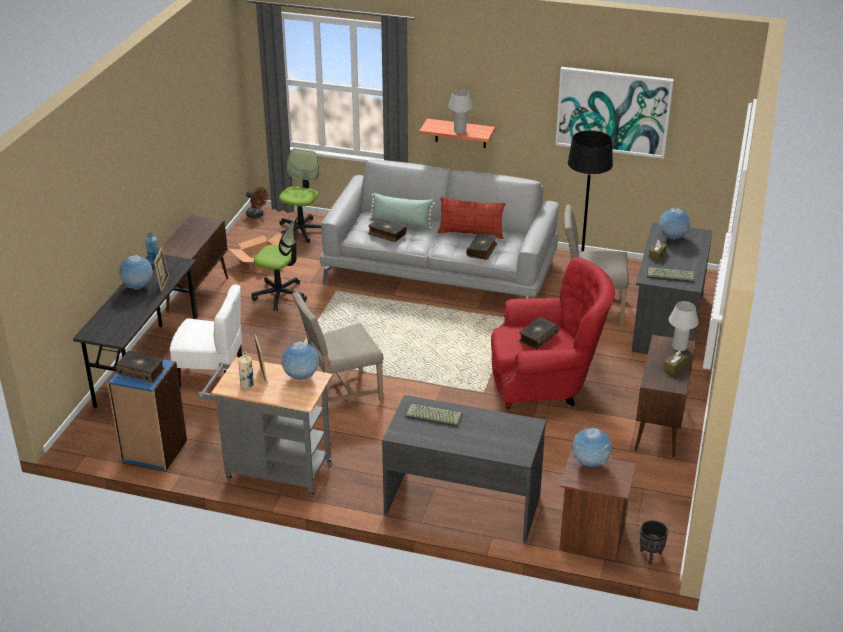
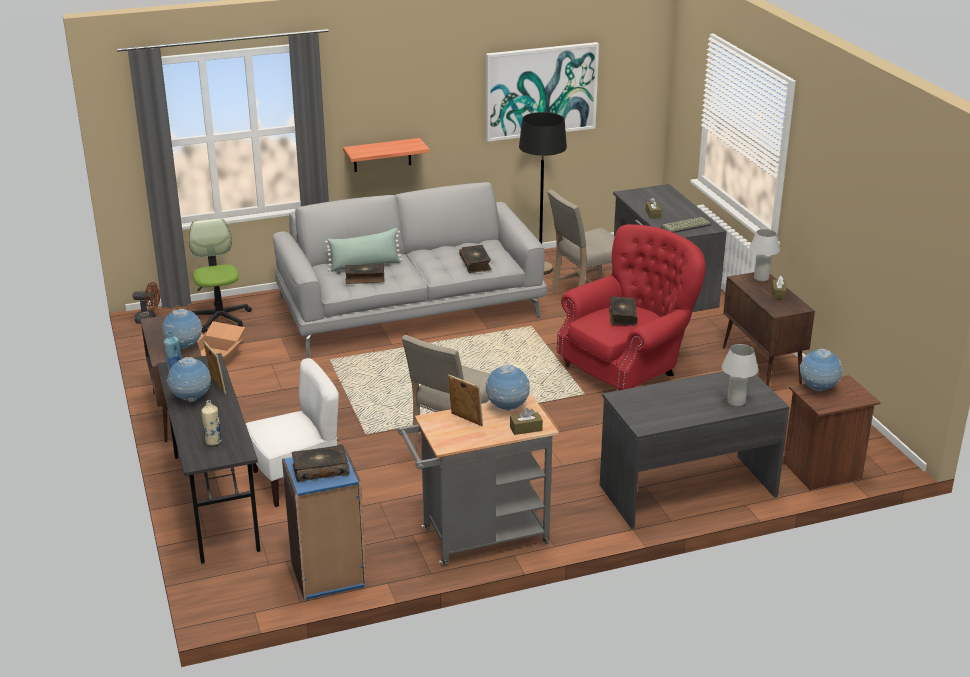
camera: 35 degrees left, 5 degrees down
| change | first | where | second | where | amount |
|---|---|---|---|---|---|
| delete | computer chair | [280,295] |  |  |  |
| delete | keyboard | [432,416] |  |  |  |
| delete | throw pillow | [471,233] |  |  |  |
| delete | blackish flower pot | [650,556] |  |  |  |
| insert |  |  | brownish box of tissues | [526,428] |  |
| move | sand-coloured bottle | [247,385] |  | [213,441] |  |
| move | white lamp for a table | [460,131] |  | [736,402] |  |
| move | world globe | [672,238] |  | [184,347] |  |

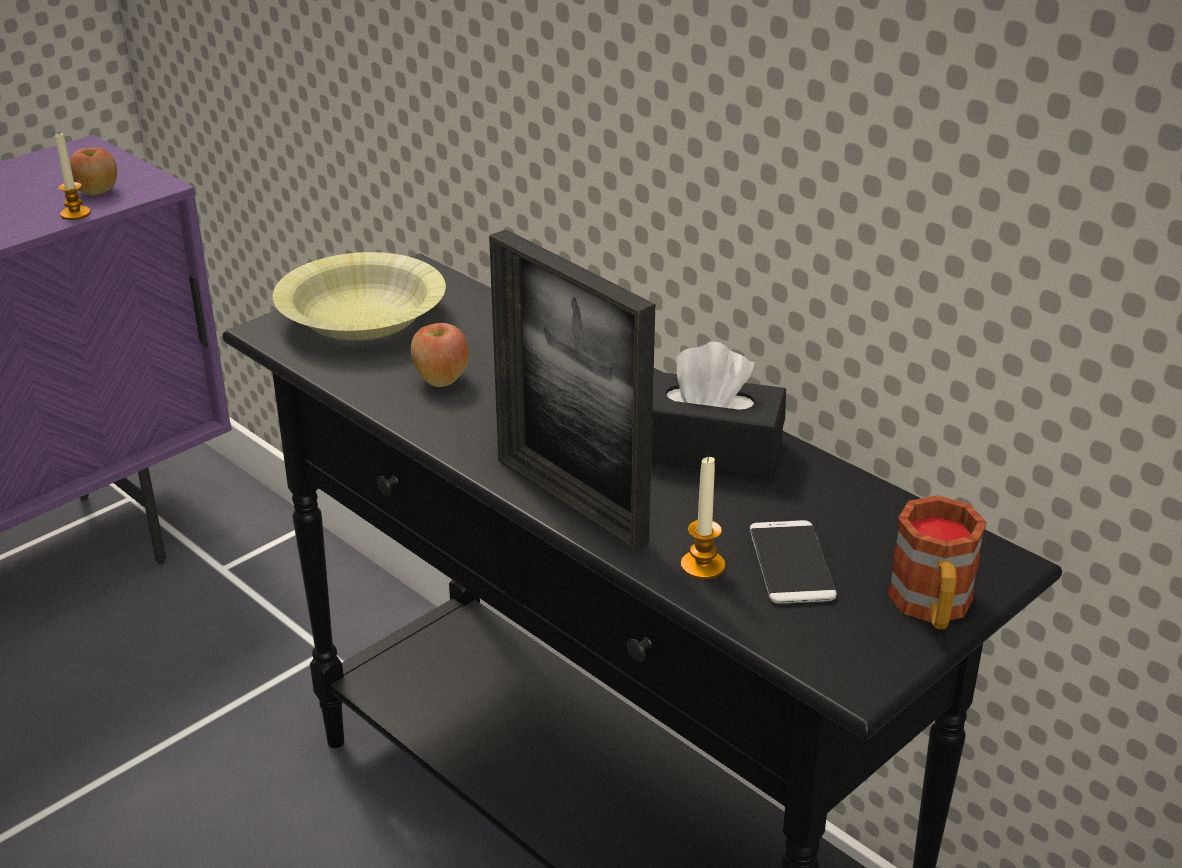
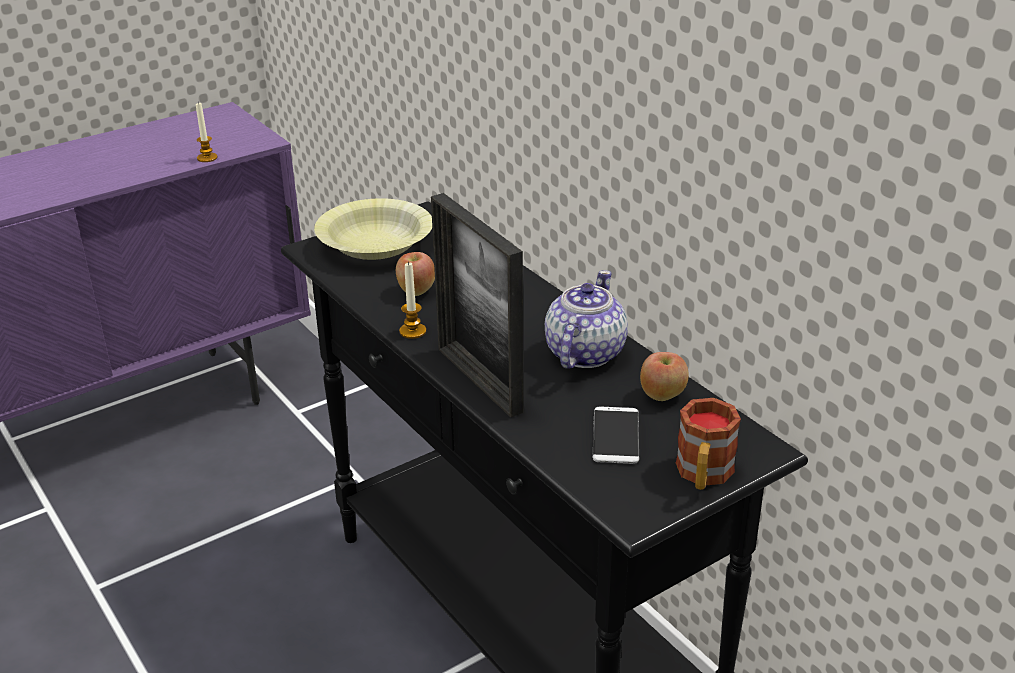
camera: 10 degrees right, 0 degrees up
| change | first | where | second | where | amount |
|---|---|---|---|---|---|
| move | apple | [97,192] |  | [662,396] |  |
| move | candle | [702,566] |  | [412,331] |  |
| replace | blackish box of tissues | [707,449] | tea pot | [583,353] |  |

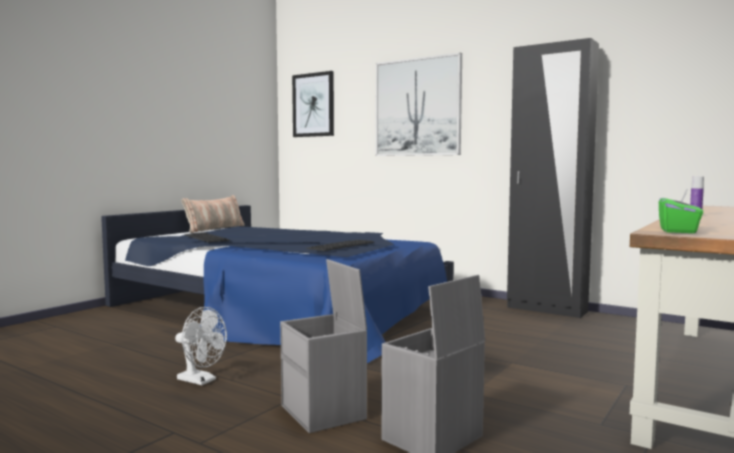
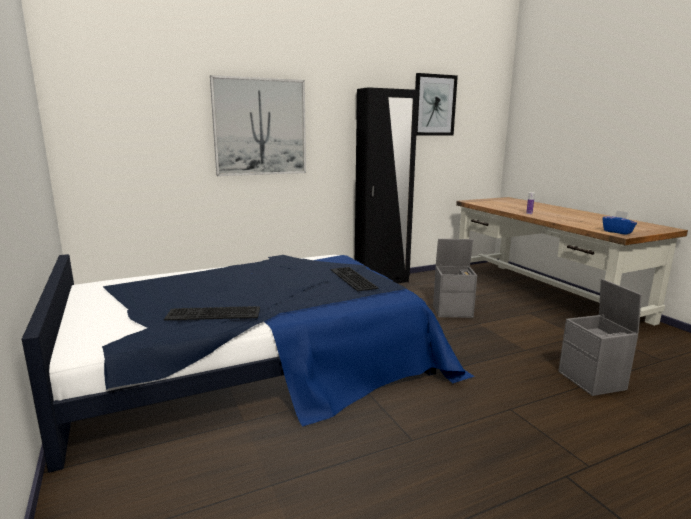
camera: 60 degrees left, 10 degrees up
| change | first | where | second | where | amount |
|---|---|---|---|---|---|
| delete | white electric fan | [201,380] |  |  |  |
| delete | throw pillow | [214,229] |  |  |  |
| move | gray storage box | [325,412] |  | [453,311] |  |
| move | wall art | [313,105] |  | [434,105] |  |
| recolor | green box of tissues | [678,231] | bluish box of tissues | [617,232] |  |

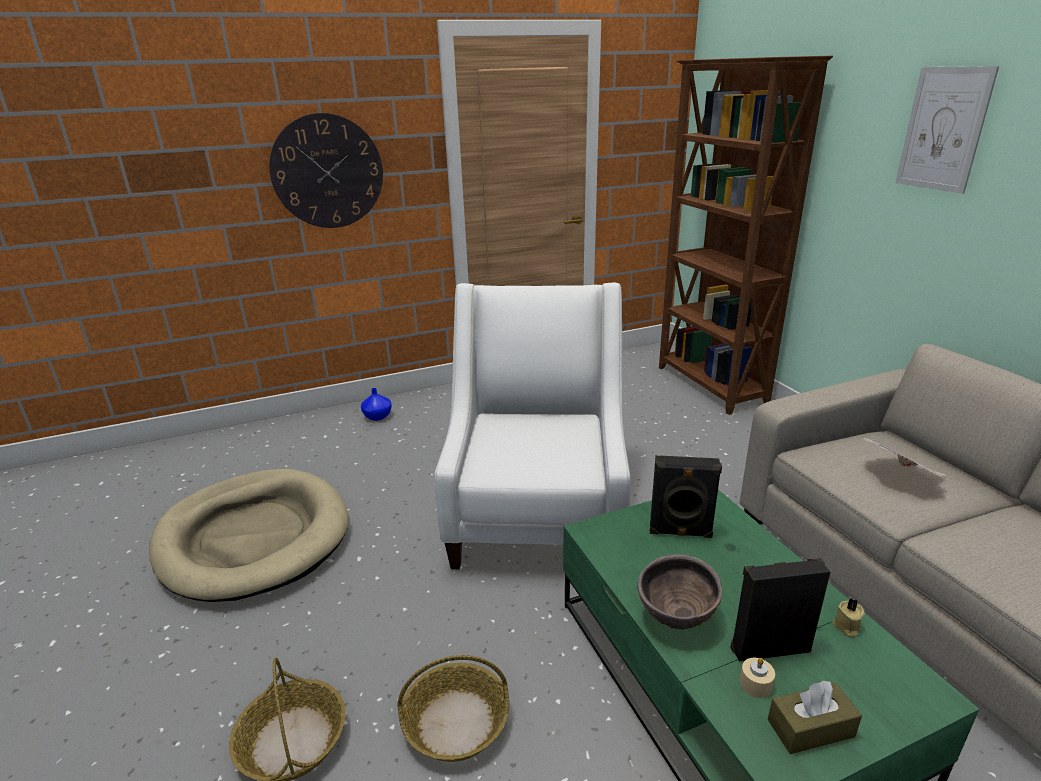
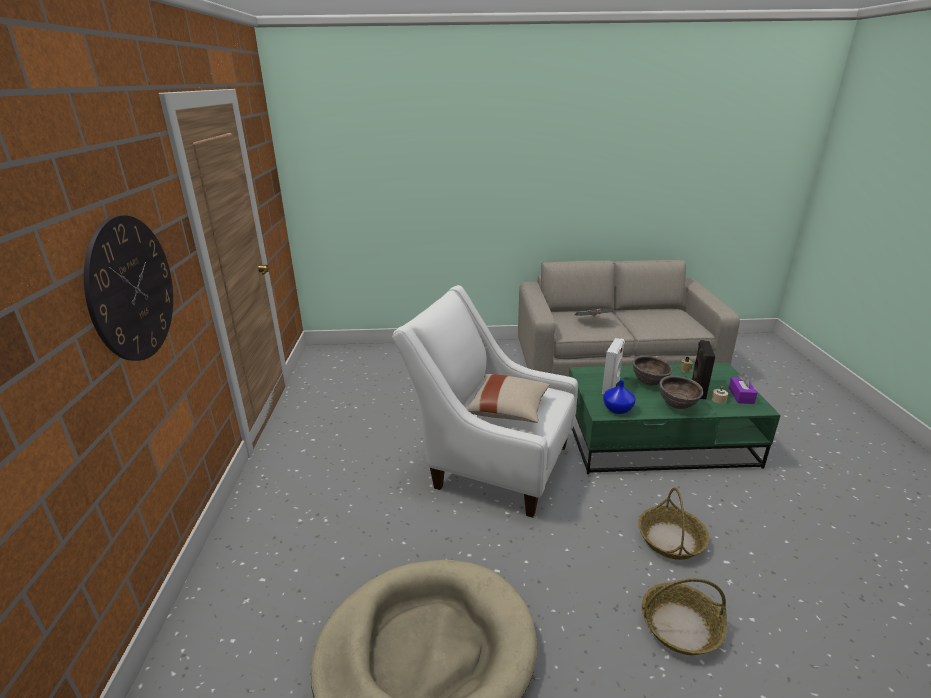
camera: 70 degrees left, 0 degrees up
| change | first | where | second | where | amount |
|---|---|---|---|---|---|
| delete | brownish shelving unit | [710,385] |  |  |  |
| delete | wall art | [943,129] |  |  |  |
| insert |  |  | sand-coloured throw pillow | [508,410] |  |
| insert |  |  | brownish bowl | [649,383] |  |
| move | bluish vase | [378,416] |  | [618,409] |  |
| recolor | blackish loudspeaker | [680,533] | white loudspeaker | [611,387] |  |
| recolor | brownish box of tissues | [810,728] | purple box of tissues | [741,395] |  |

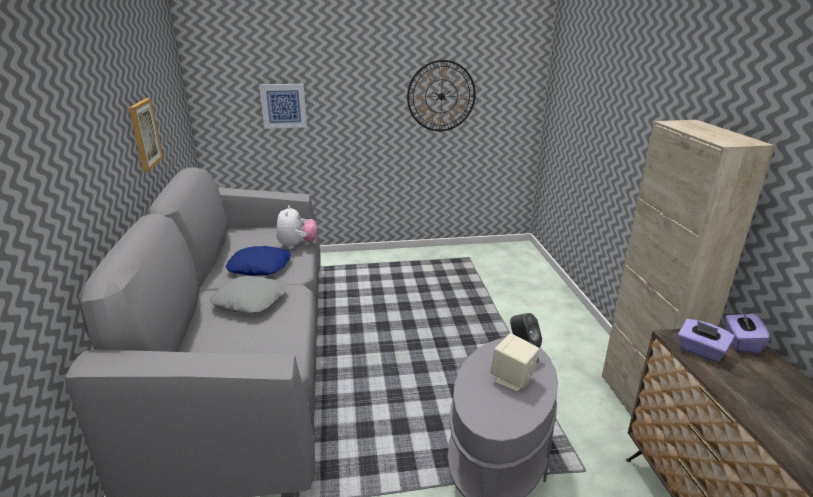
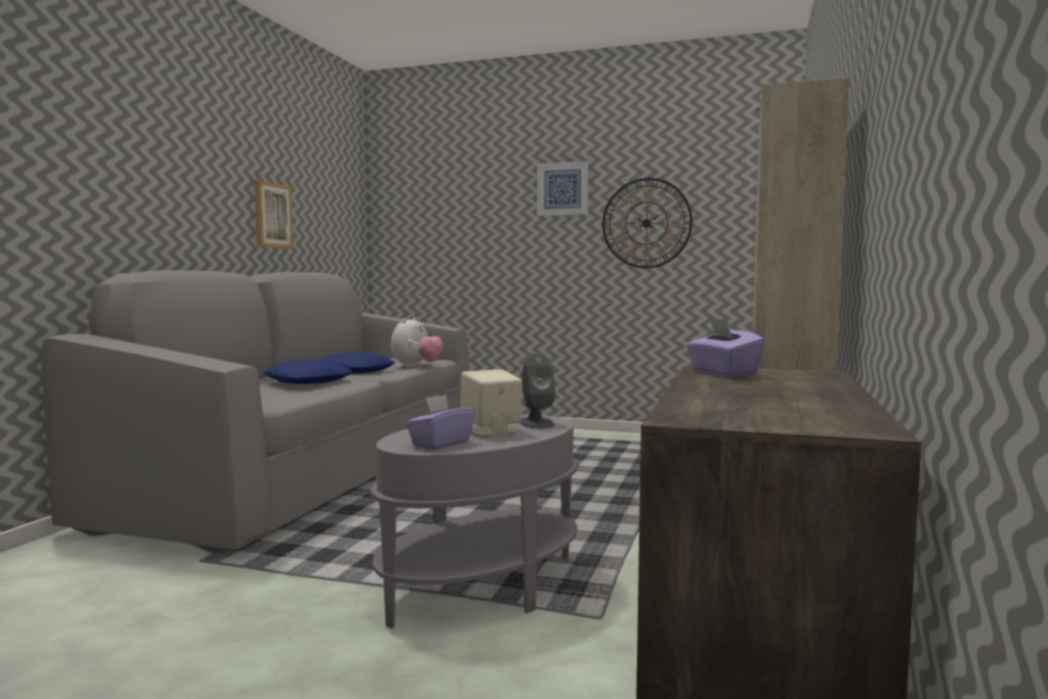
camera: 25 degrees right, 20 degrees down
| change | first | where | second | where | amount |
|---|---|---|---|---|---|
| move | wall art | [283,106] |  | [562,189] |  |
| move | purple box of tissues | [740,342] |  | [440,444] |  |
| recolor | gray throw pillow | [250,301] | bluish throw pillow | [308,382] |  |

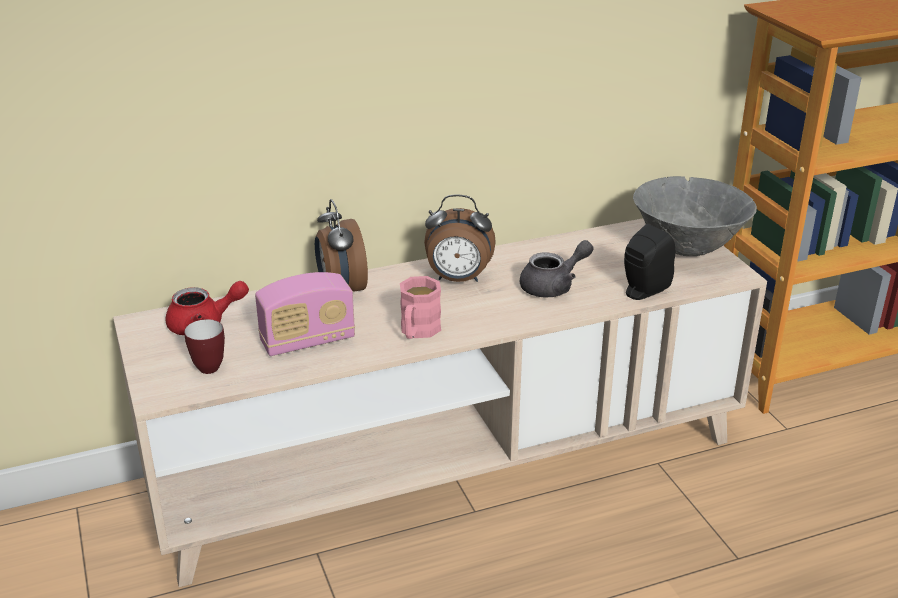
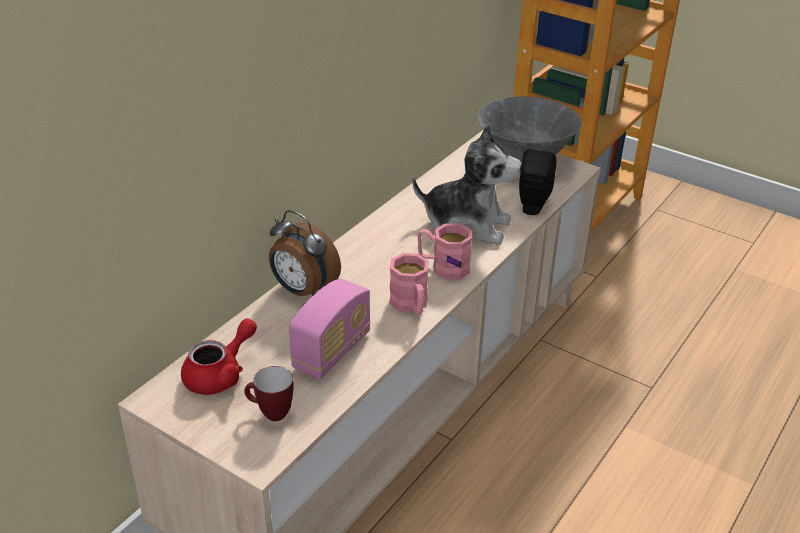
camera: 35 degrees left, 5 degrees up
| change | first | where | second | where | amount |
|---|---|---|---|---|---|
| delete | alarm clock | [458,279] |  |  |  |
| insert |  |  | pink-coloured mug | [443,266] |  |
| replace | gray tea pot | [554,286] | cuddly toy | [467,225] |  |

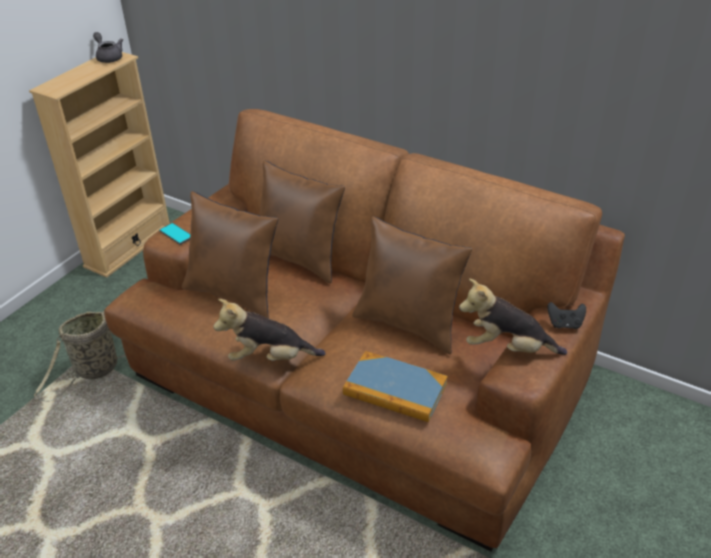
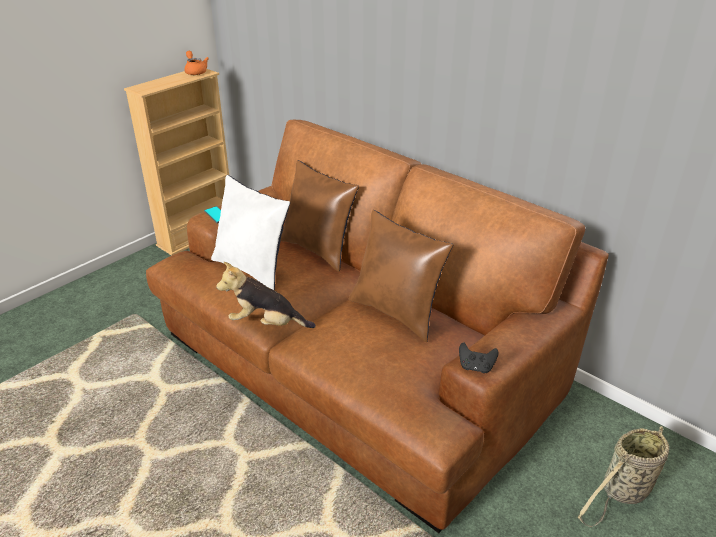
camera: 10 degrees right, 5 degrees down
| change | first | where | second | where | amount |
|---|---|---|---|---|---|
| delete | book | [395,389] |  |  |  |
| delete | cuddly toy | [507,348] |  |  |  |
| move | basket | [94,371] |  | [623,492] |  |
| move | blackish game controller | [564,324] |  | [476,367] |  |
| recolor | gray tea pot | [109,57] | orange tea pot | [195,71] |  |
| recolor | brownish throw pillow | [235,294] | white throw pillow | [253,269] |  |

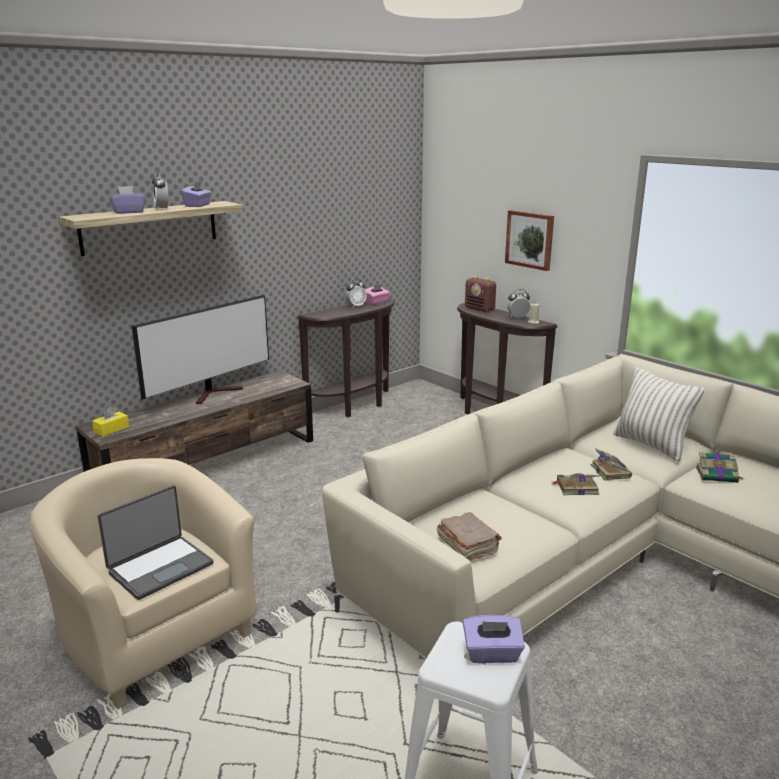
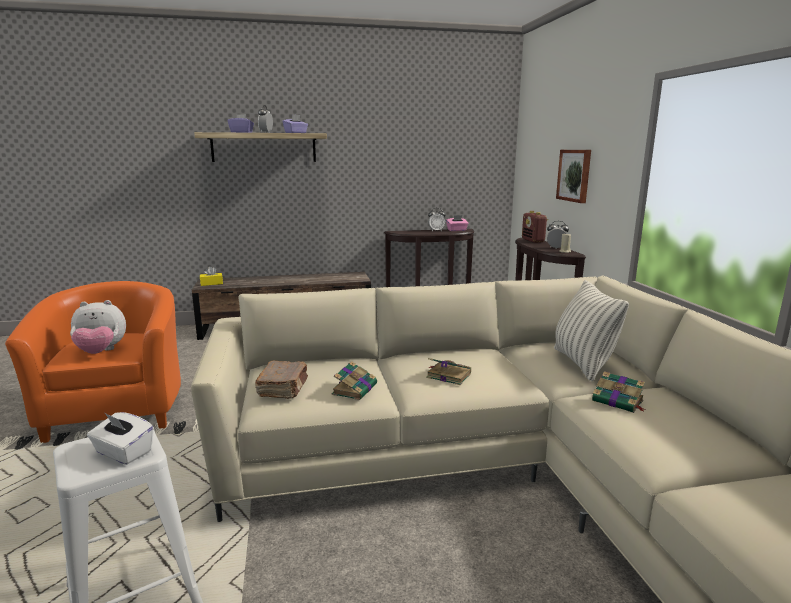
camera: 30 degrees right, 5 degrees down
| change | first | where | second | where | amount |
|---|---|---|---|---|---|
| delete | television | [215,393] |  |  |  |
| move | book | [610,471] |  | [355,389] |  |
| replace | notebook computer | [160,567] | cuddly toy | [101,352] |  |
| recolor | sand-coloured easy chair | [154,635] | orange easy chair | [118,410] |  |
| recolor | purple box of tissues | [492,654] | white box of tissues | [123,453] |  |

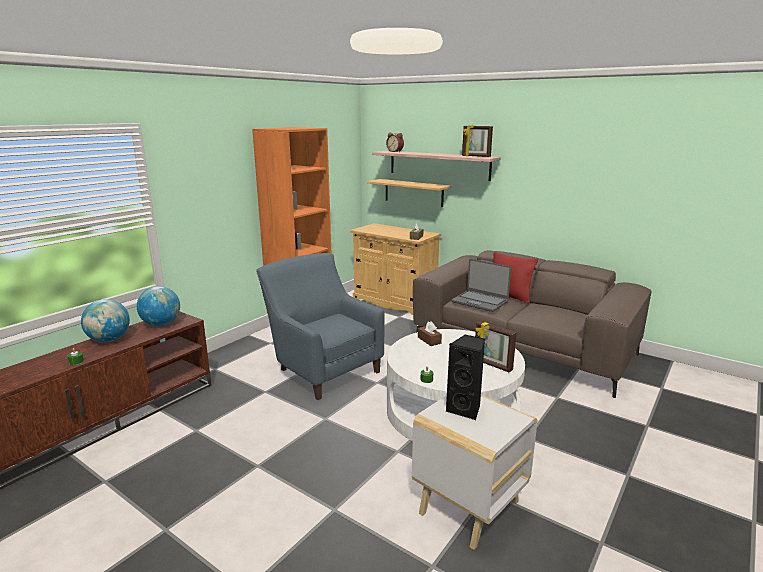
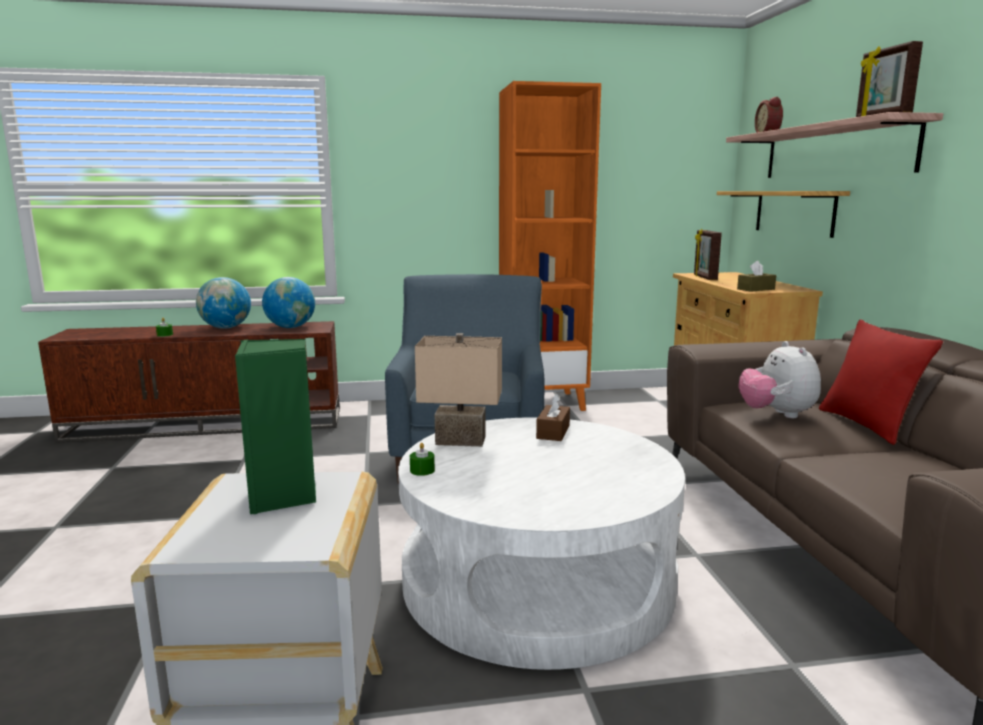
camera: 45 degrees right, 5 degrees down
| change | first | where | second | where | amount |
|---|---|---|---|---|---|
| insert |  |  | sand-coloured lamp for a table | [461,439] |  |
| move | photo frame | [492,365] |  | [704,278] |  |
| replace | notebook computer | [480,301] | cuddly toy | [776,414] |  |
| recolor | blackish loudspeaker | [465,409] | green loudspeaker | [283,497] |  |

